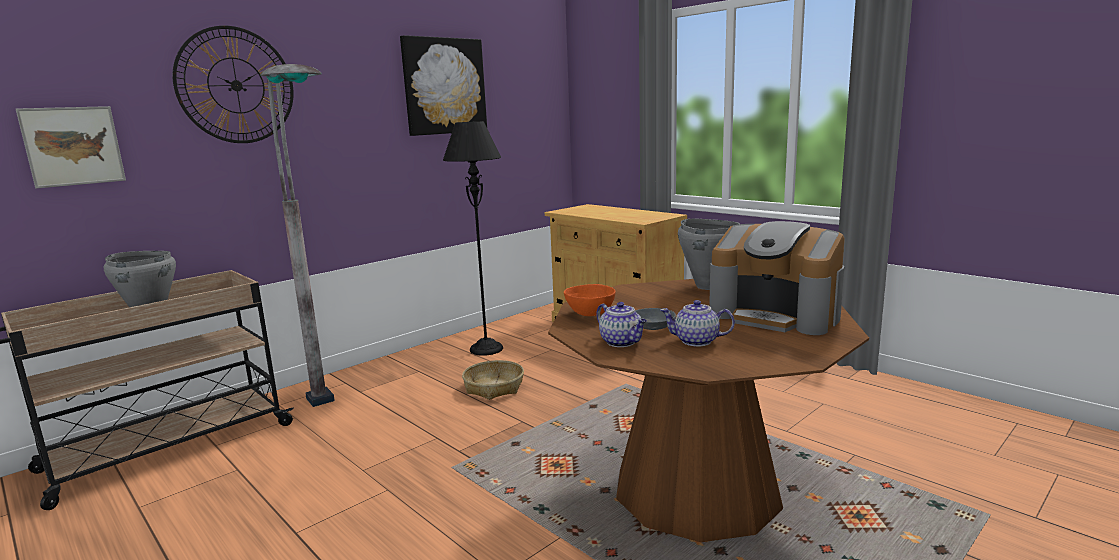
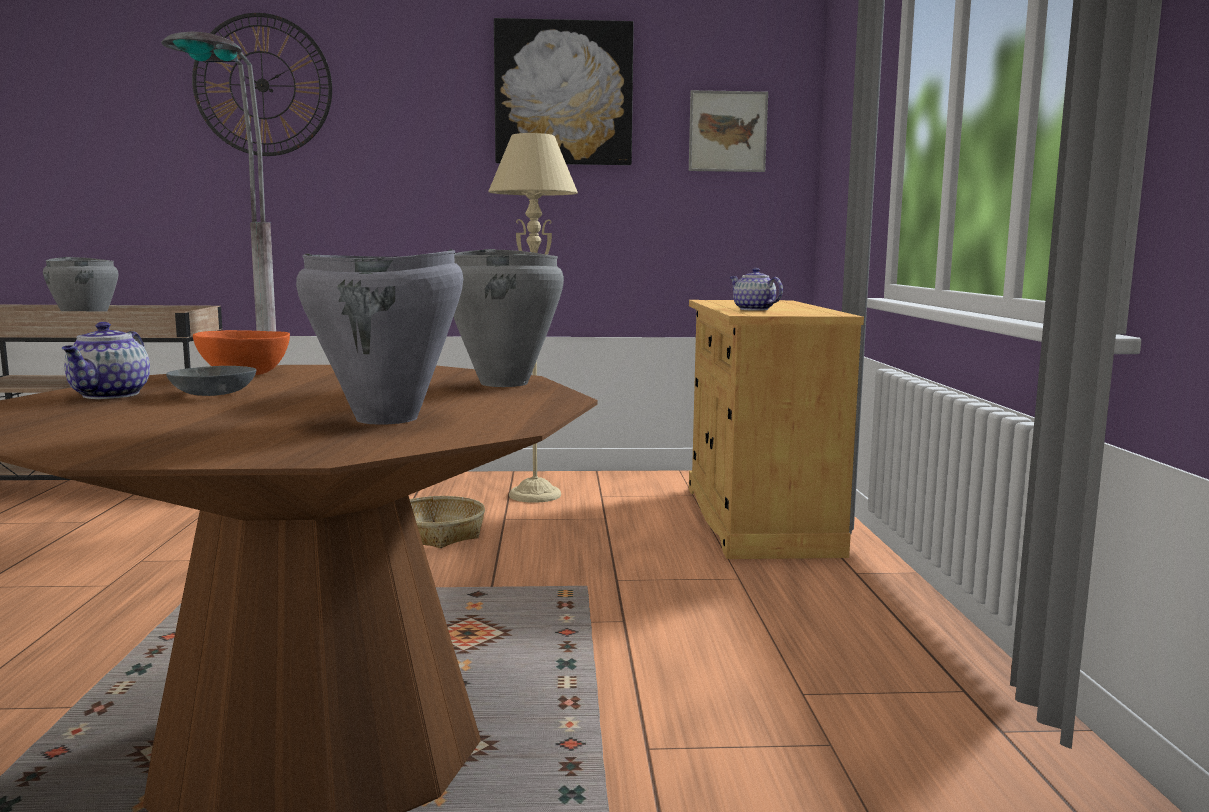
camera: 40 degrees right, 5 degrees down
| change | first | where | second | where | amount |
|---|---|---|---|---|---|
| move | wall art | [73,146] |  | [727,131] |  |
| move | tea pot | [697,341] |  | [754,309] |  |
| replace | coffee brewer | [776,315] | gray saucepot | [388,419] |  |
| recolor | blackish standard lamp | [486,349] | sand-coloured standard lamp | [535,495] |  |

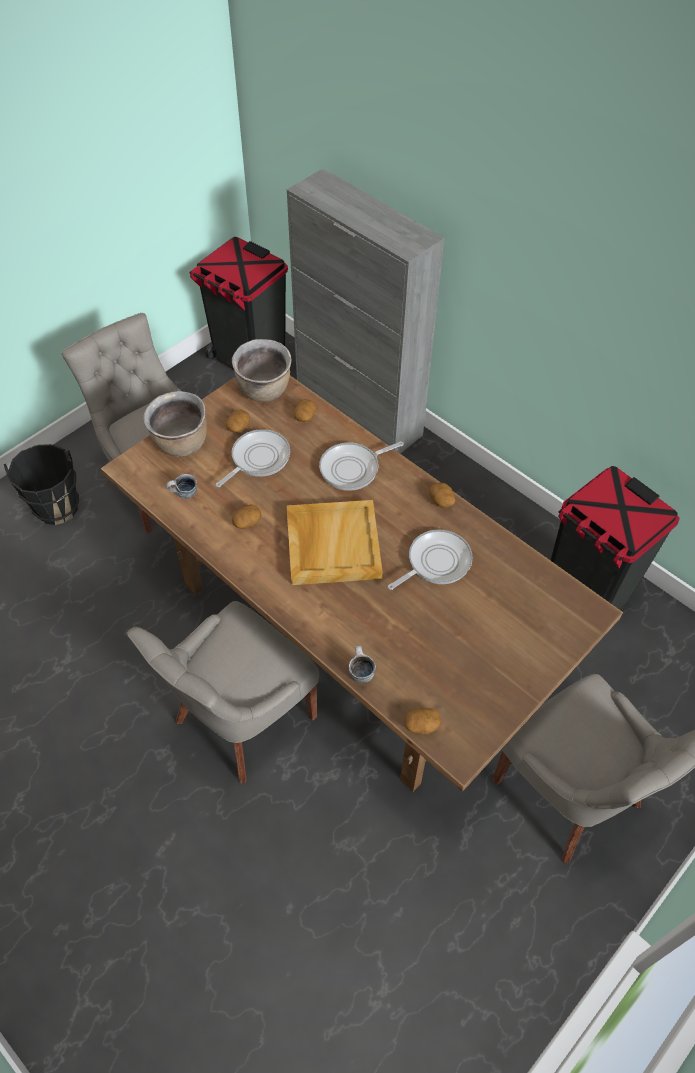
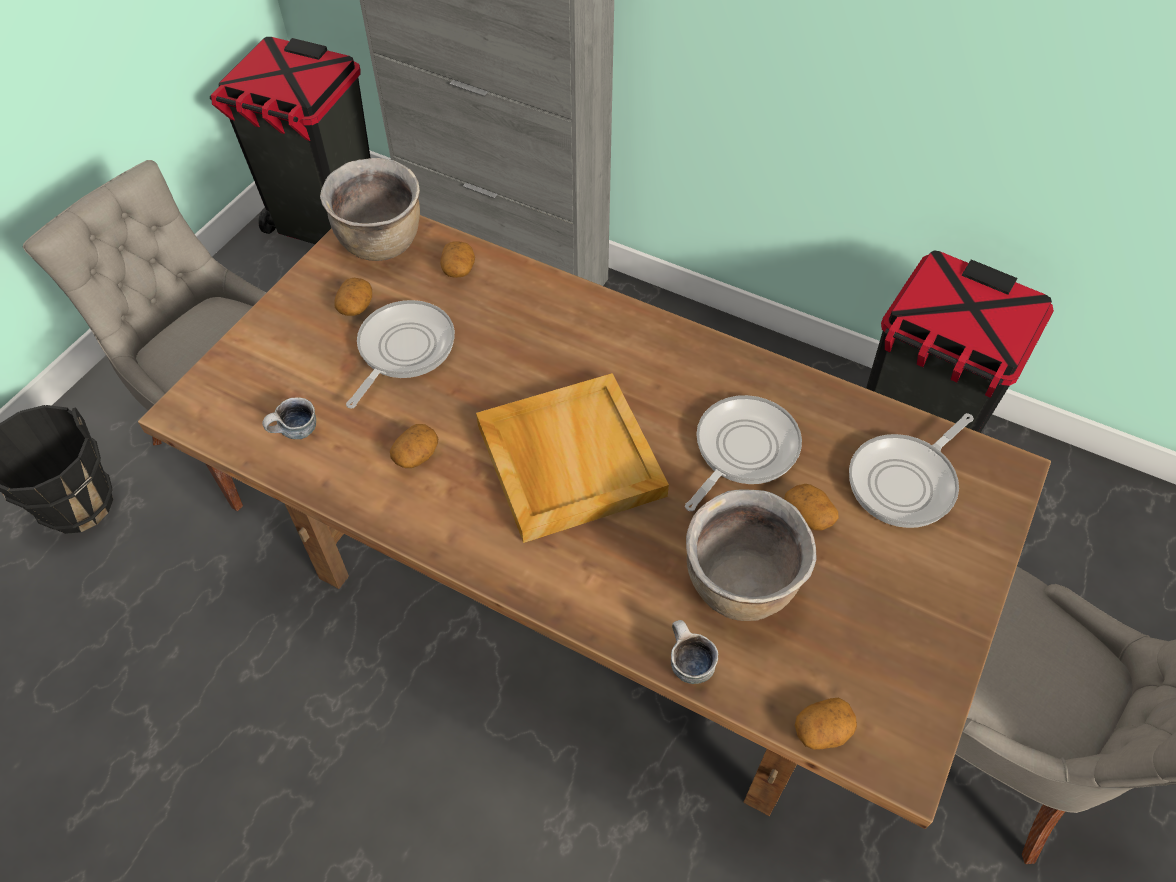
camera: 15 degrees left, 0 degrees up
| change | first | where | second | where | amount |
|---|---|---|---|---|---|
| delete | gray upright chair | [241,719] |  |  |  |
| move | brownish saucepot | [181,444] |  | [739,587] |  |
| move | pan | [353,468] |  | [905,481] |  |
| move | spud | [442,500] |  | [808,515] |  |

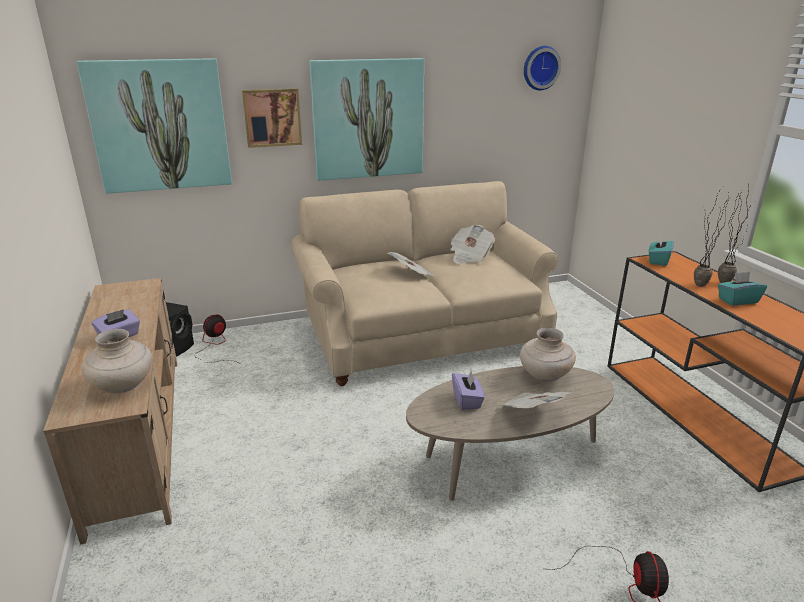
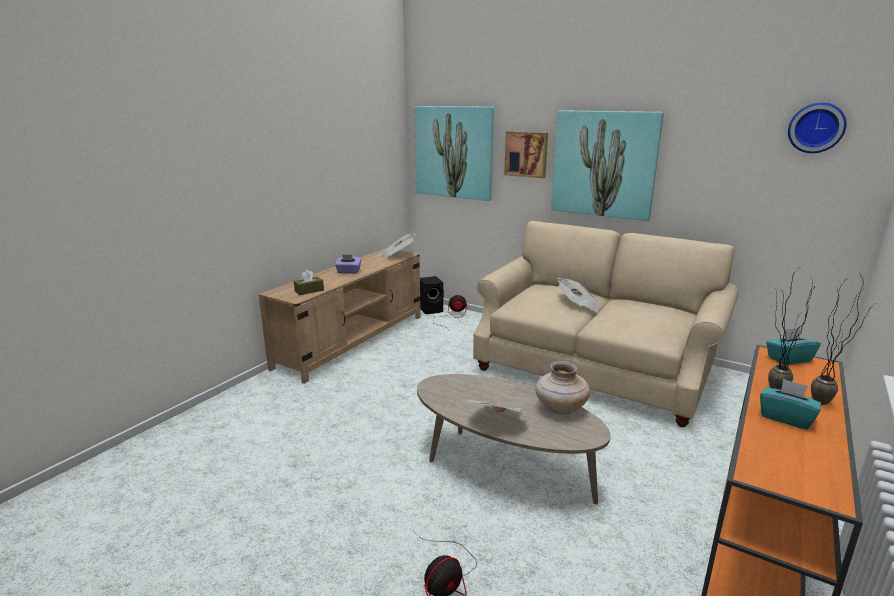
camera: 50 degrees right, 5 degrees down
| change | first | where | second | where | amount |
|---|---|---|---|---|---|
| delete | purple box of tissues | [467,400] |  |  |  |
| move | newspaper | [470,256] |  | [397,255] |  |
| replace | sand-coloured vase | [123,386] | brownish box of tissues | [309,291] |  |

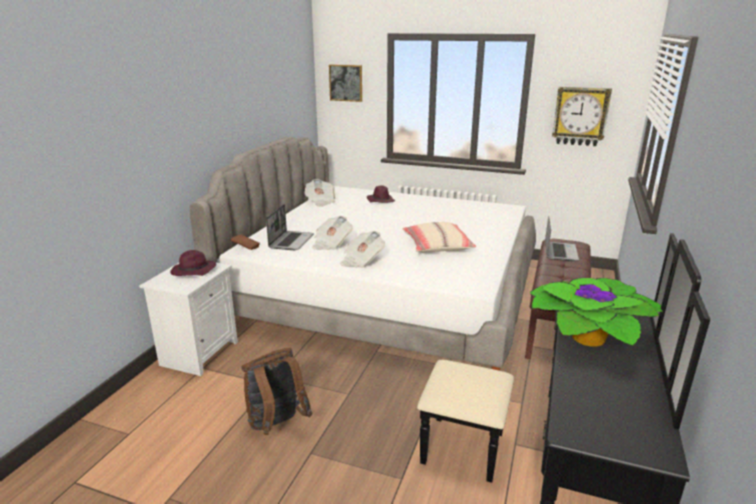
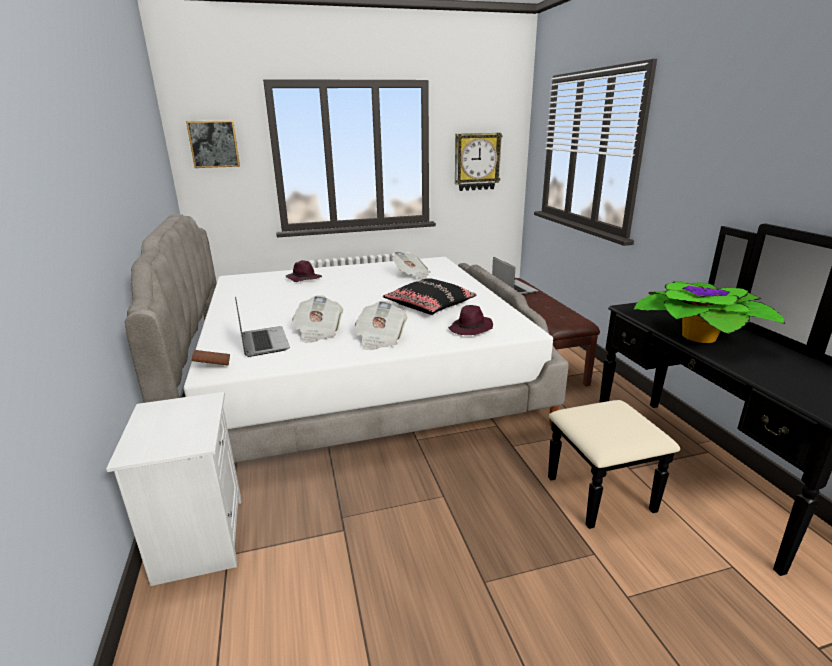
camera: 35 degrees left, 0 degrees up
| change | first | where | second | where | amount |
|---|---|---|---|---|---|
| delete | brownish knapsack | [276,425] |  |  |  |
| move | purple hat | [193,271] |  | [471,329] |  |
| move | newspaper | [320,201] |  | [412,275] |  |
| recolor | sand-coloured throw pillow | [437,246] | blackish throw pillow | [429,305] |  |

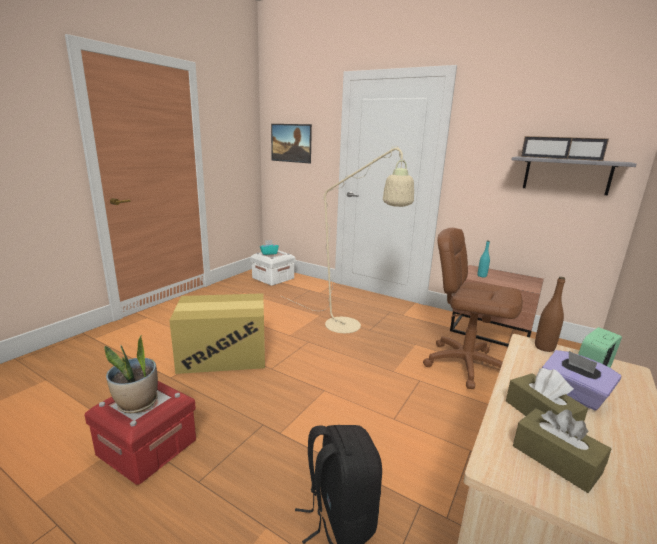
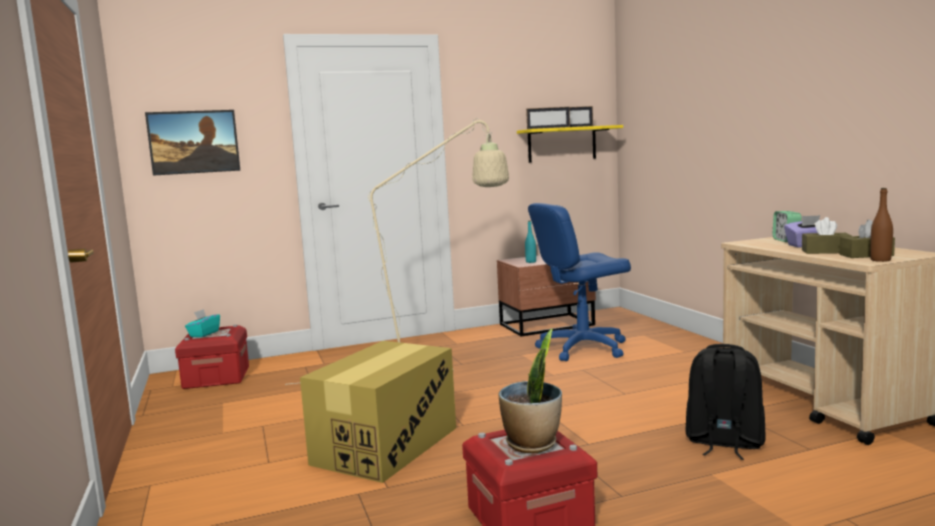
camera: 50 degrees left, 10 degrees down
| change | first | where | second | where | amount |
|---|---|---|---|---|---|
| move | brownish bottle | [544,347] |  | [880,260] |  |
| recolor | white storage box | [273,278] | reddish storage box | [216,377] |  |
| recolor | brownish computer chair | [465,364] | bluish computer chair | [582,348] |  |
| recolor | gray wall shelf | [566,175] | yellow-coloured wall shelf | [562,144] |  |

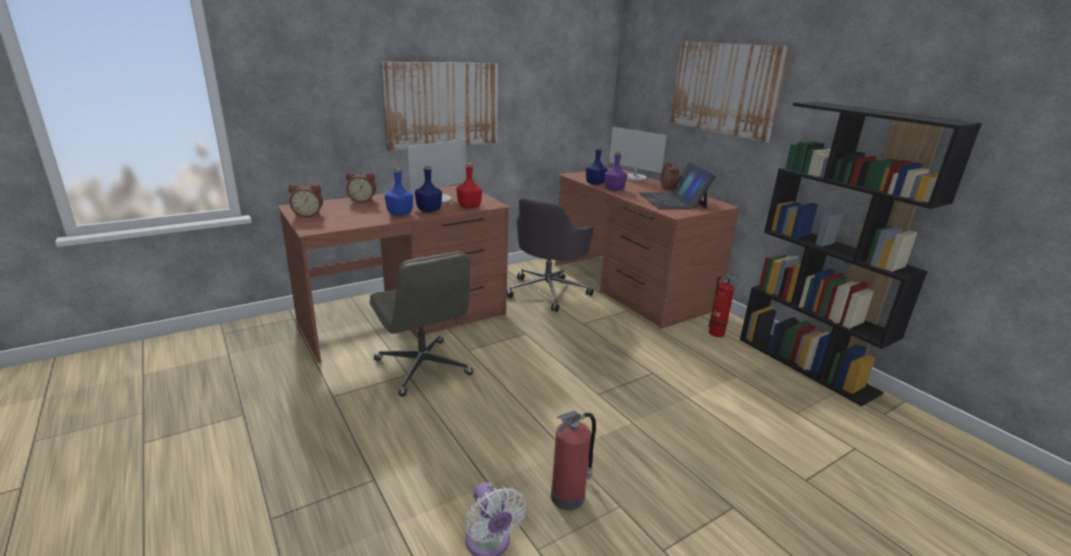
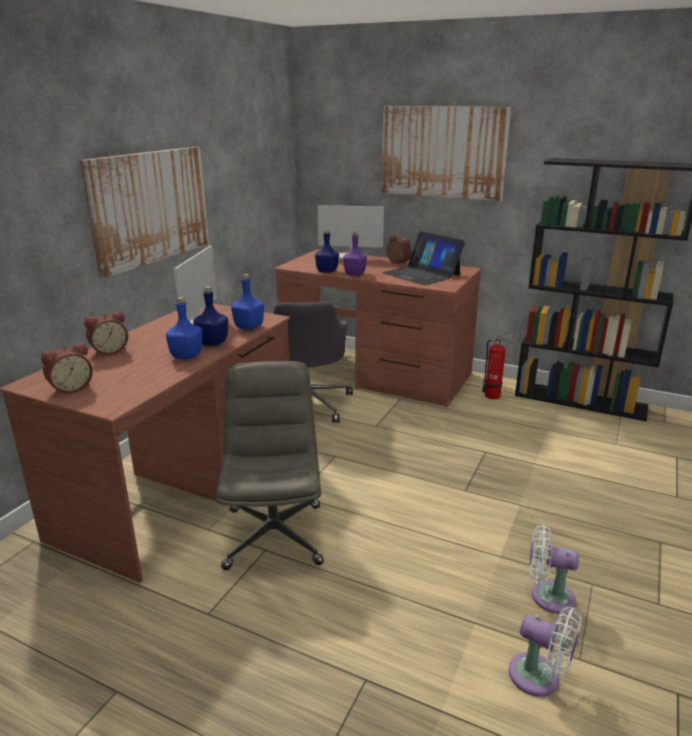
camera: 30 degrees left, 0 degrees up
| change | first | where | second | where | amount |
|---|---|---|---|---|---|
| replace | extinguisher | [569,495] | white electric fan | [547,596] |  |
| recolor | reddish bottle | [469,207] | bluish bottle | [248,327] |  |
| rotate | gray computer chair | [423,368] |  | [274,535] | 120 degrees counterclockwise |

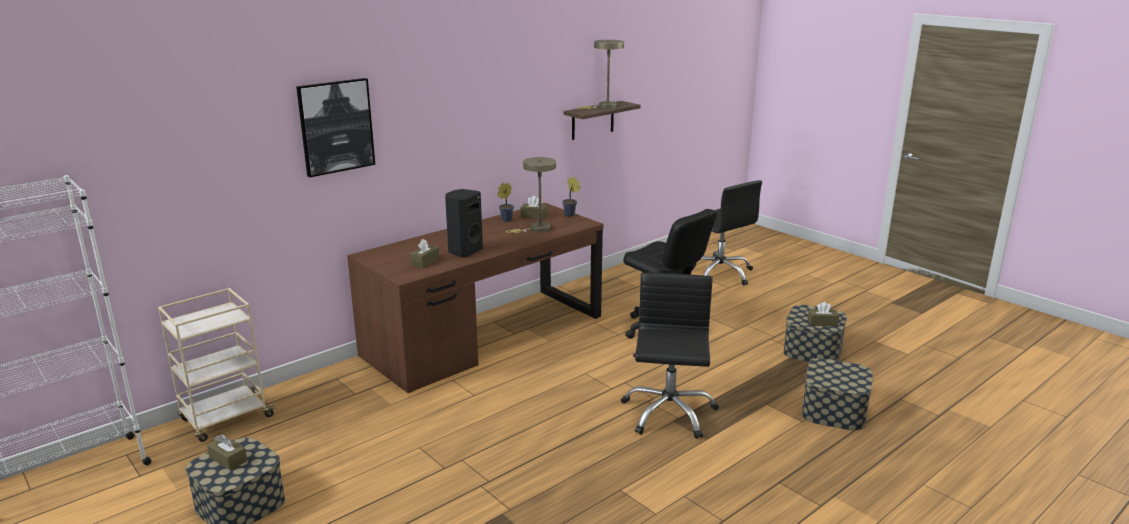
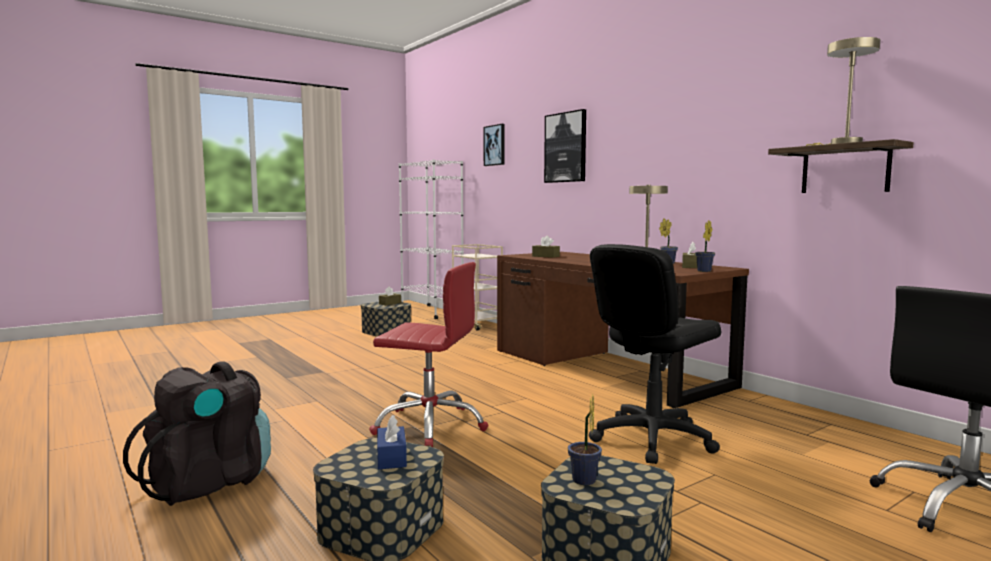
camera: 95 degrees right, 15 degrees down
| change | first | where | second | where | amount |
|---|---|---|---|---|---|
| delete | blackish loudspeaker | [464,251] |  |  |  |
| insert |  |  | blackish knapsack | [209,482] |  |
| insert |  |  | bluish box of tissues | [391,457] |  |
| insert |  |  | wall art | [495,145] |  |
| replace | brownish box of tissues | [822,323] | potted plant | [584,482] |  |
| recolor | blackish computer chair | [668,413] | reddish computer chair | [430,425] |  |

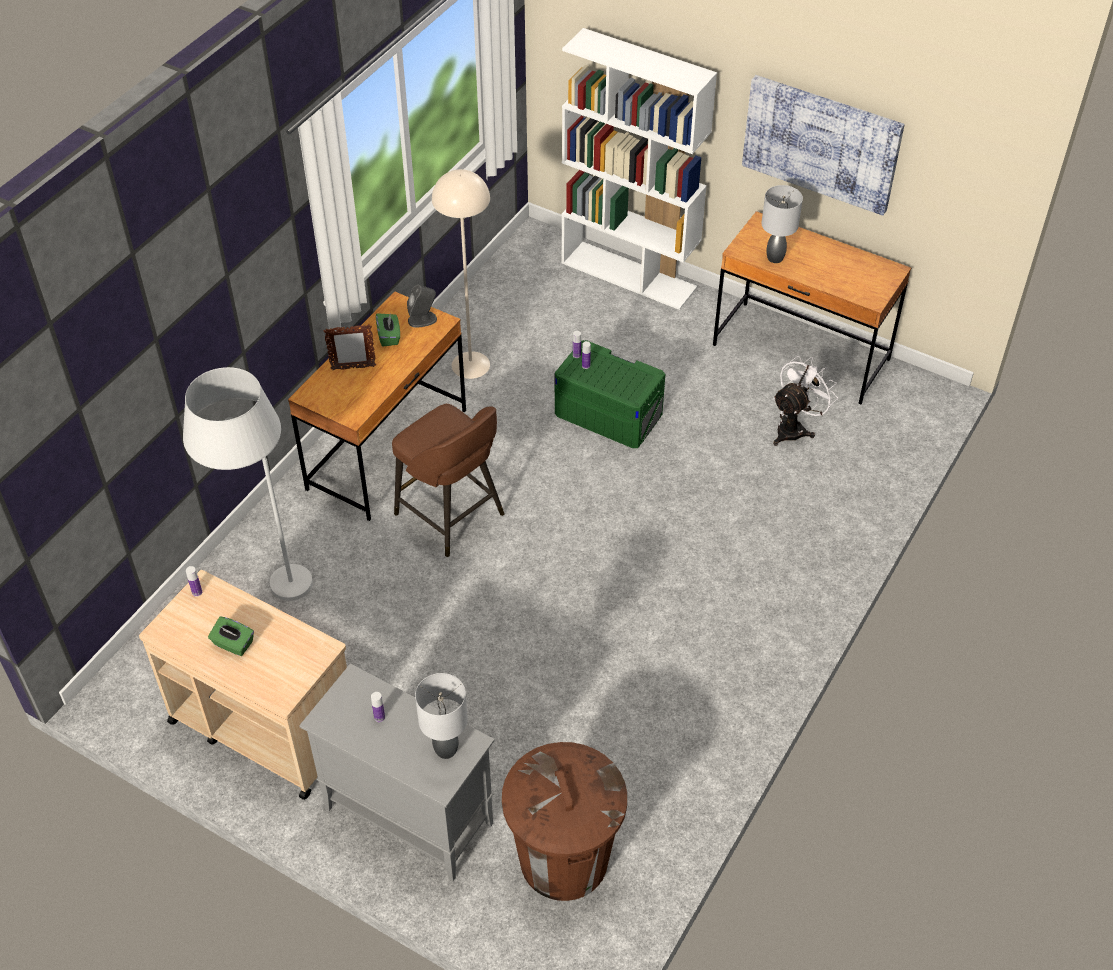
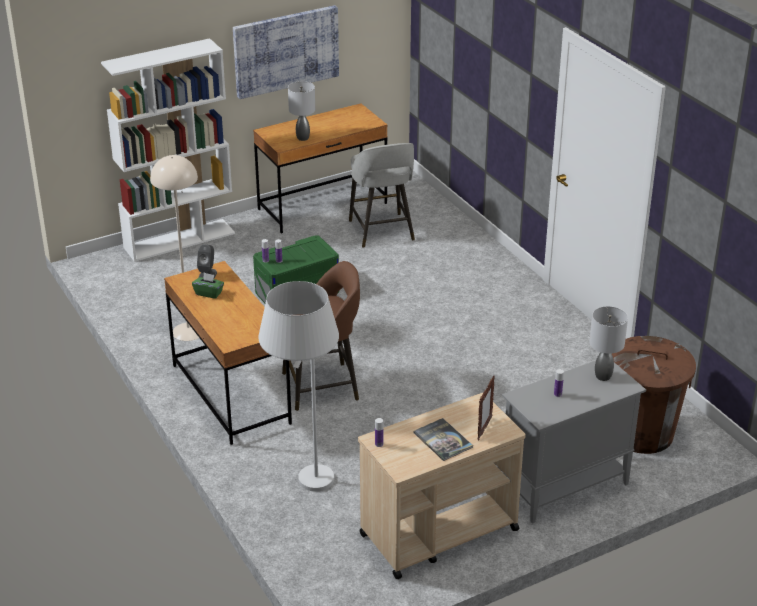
camera: 60 degrees left, 15 degrees down
| change | first | where | second | where | amount |
|---|---|---|---|---|---|
| move | photo frame | [353,368] |  | [484,429] |  |
| replace | green box of tissues | [233,644] | book | [443,440] |  |
| replace | white electric fan | [795,428] | gray stool seat | [382,231] |  |

